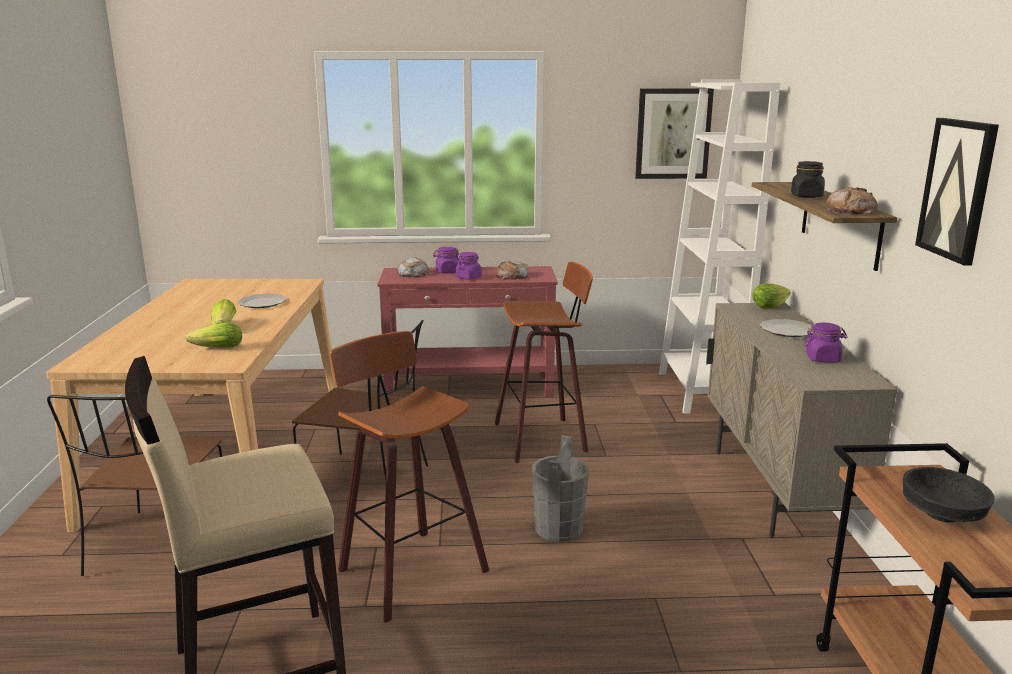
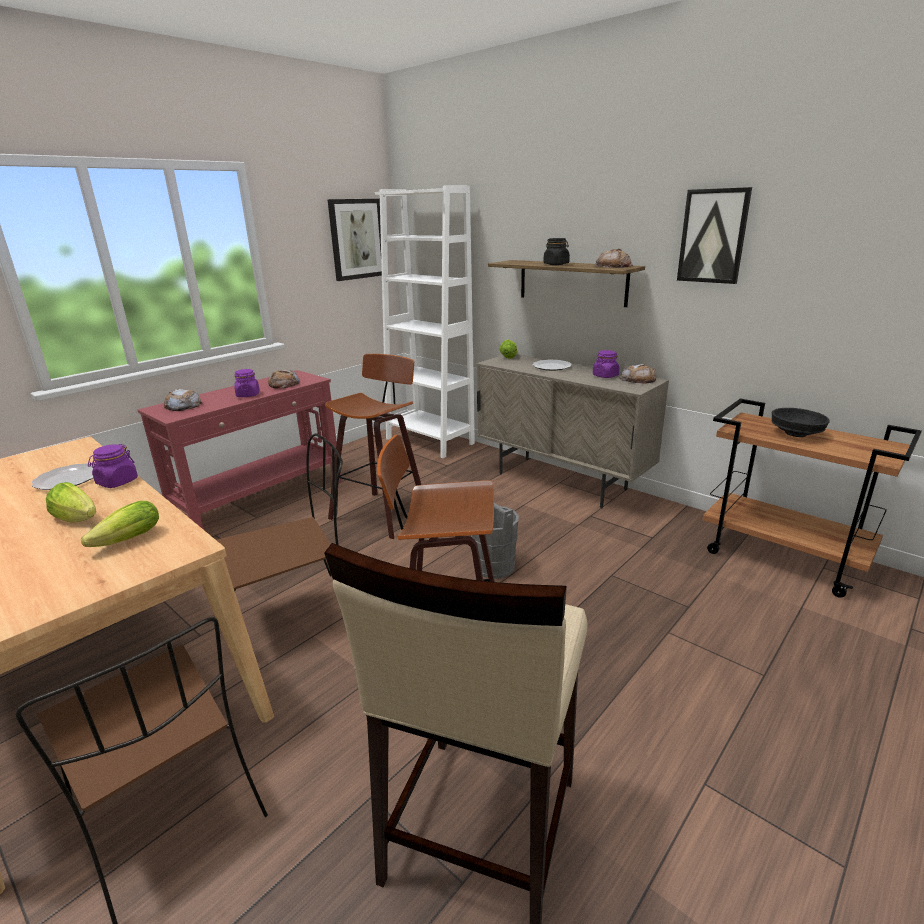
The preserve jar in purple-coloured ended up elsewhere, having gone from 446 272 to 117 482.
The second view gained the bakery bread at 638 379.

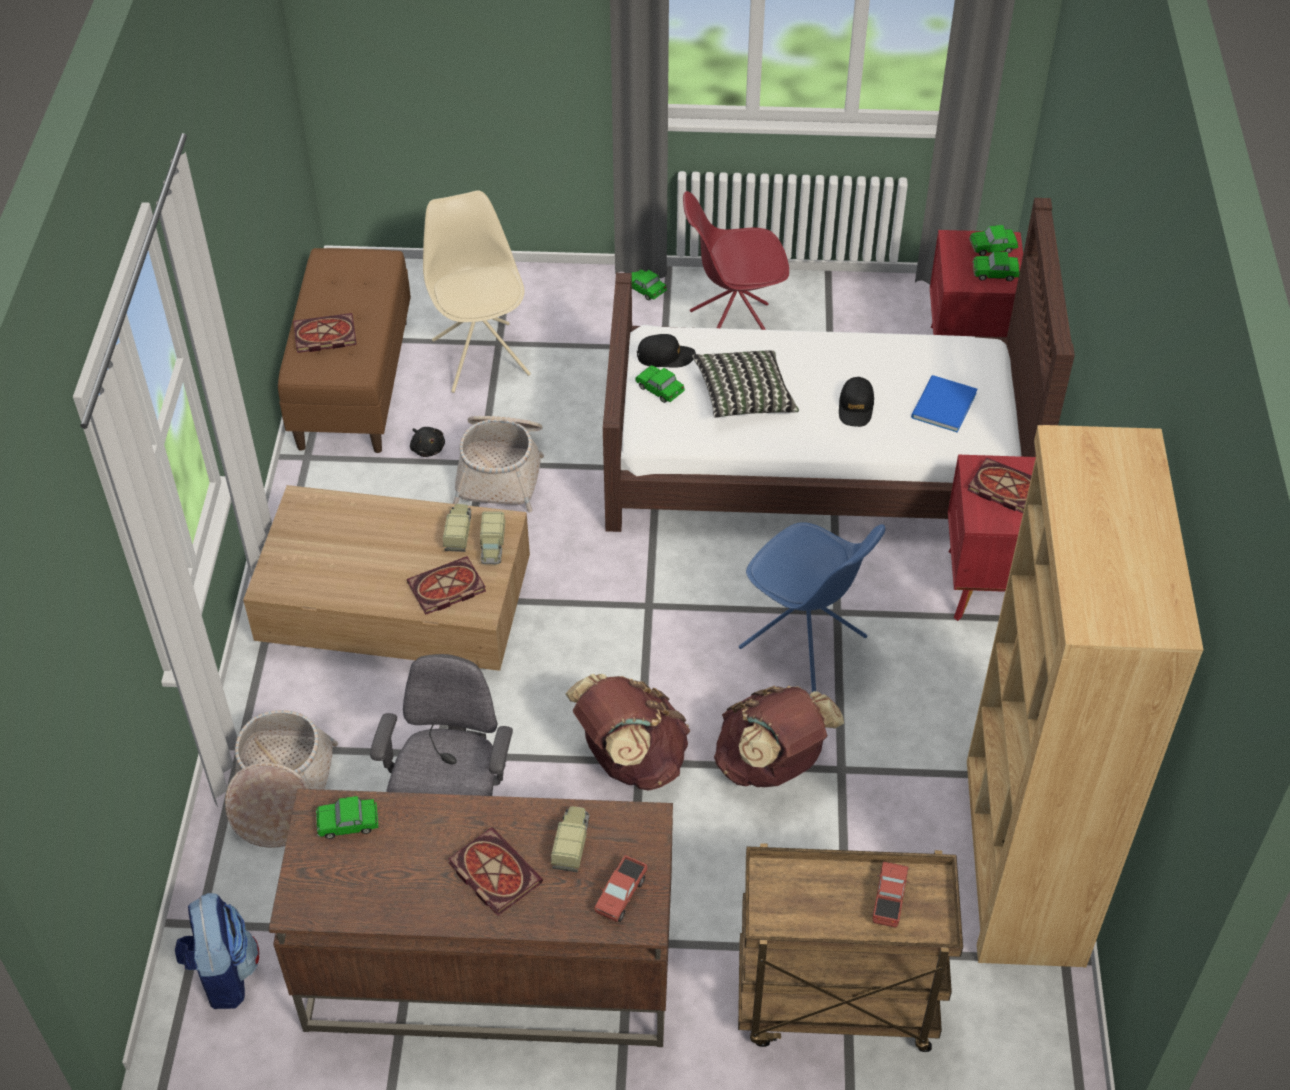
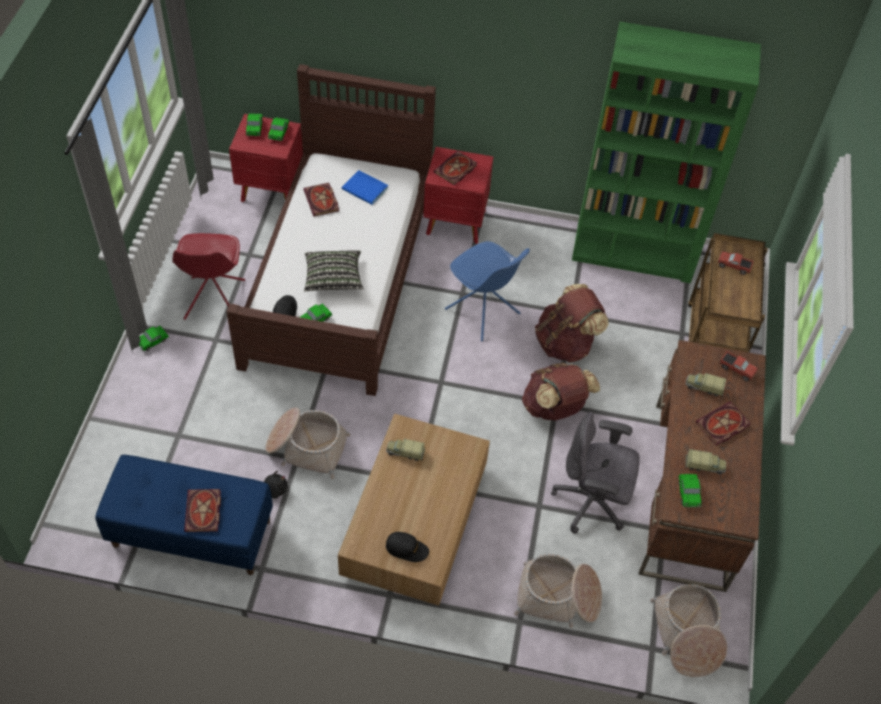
The second view lost the upright chair in beige-coloured at 480 356.
What was the indoor bench in brown-coloured at 352 383 turned into the indoor bench in blue-coloured at 191 533.
The baseball cap in blackish ended up elsewhere, having gone from 856 407 to 407 548.
What was the bookshelf in brown-coloured at 1021 860 turned into the bookshelf in green at 634 253.
The toy lorry ended up elsewhere, having gone from 492 546 to 704 466.
The upright chair in blue-coloured at 805 644 ended up facing another way, 90 degrees clockwise from before.
The bound book ended up elsewhere, having gone from 445 589 to 322 201.
Where the rucksack stood at 223 973, the household basket came to stand at 687 635.

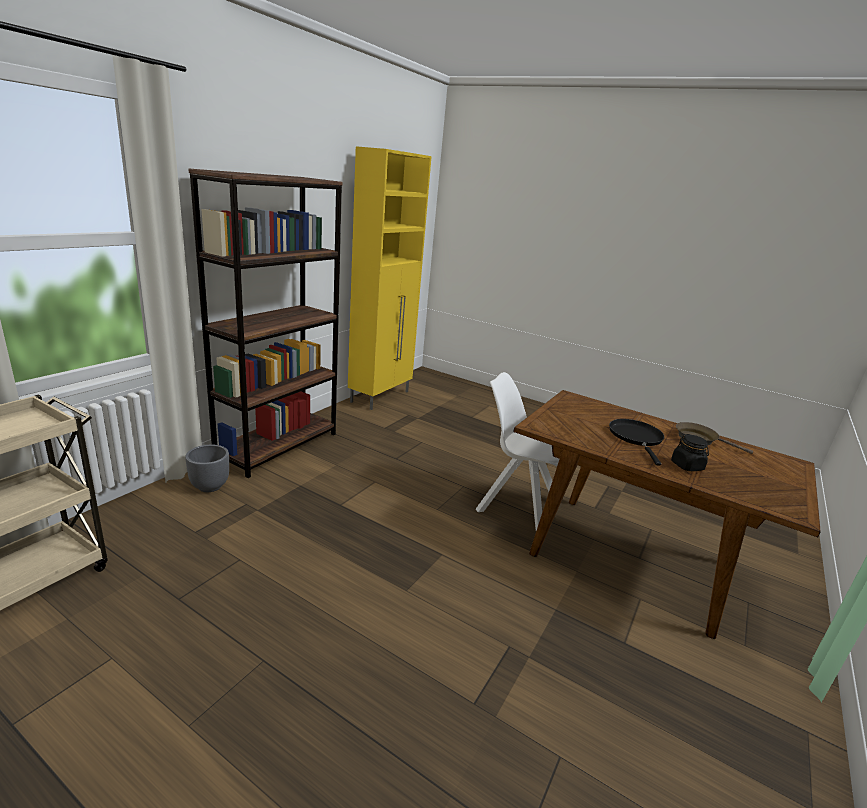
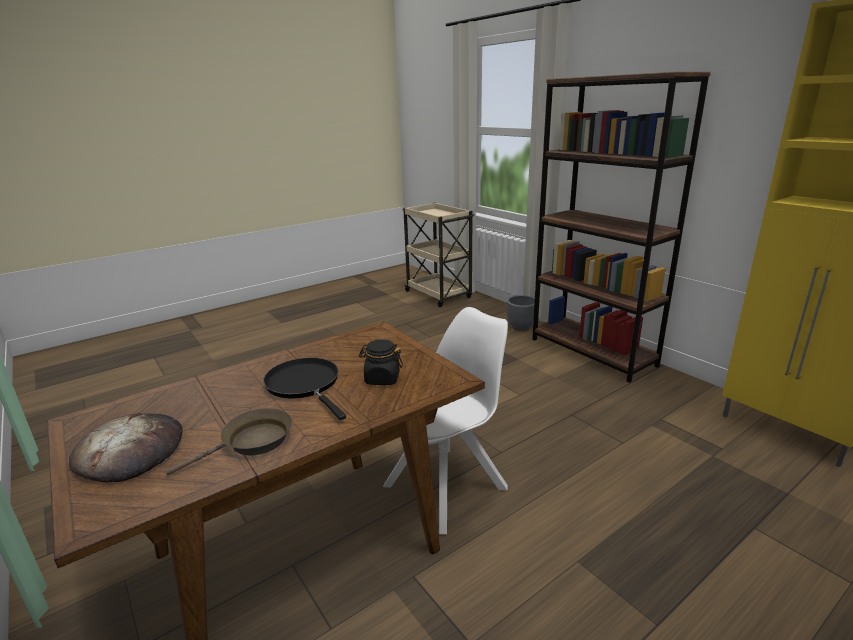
The pan in blackish at 636 438 ended up facing another way, 150 degrees counterclockwise from before.
The preserve jar in blackish ended up elsewhere, having gone from 687 466 to 382 379.
The second view gained the bakery bread at 130 451.

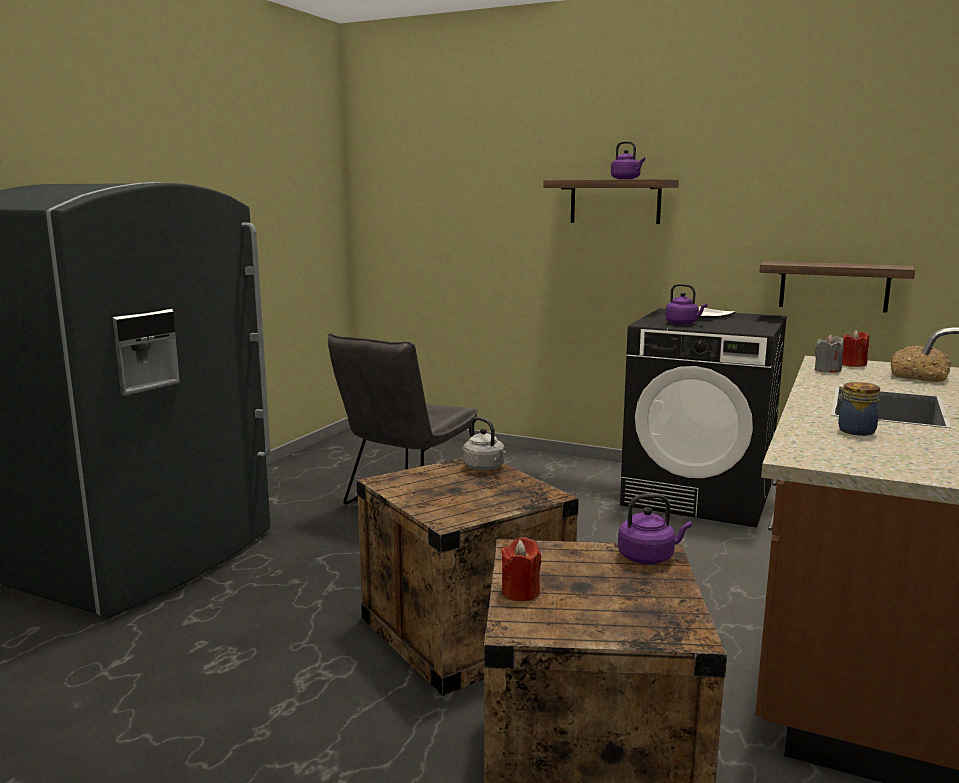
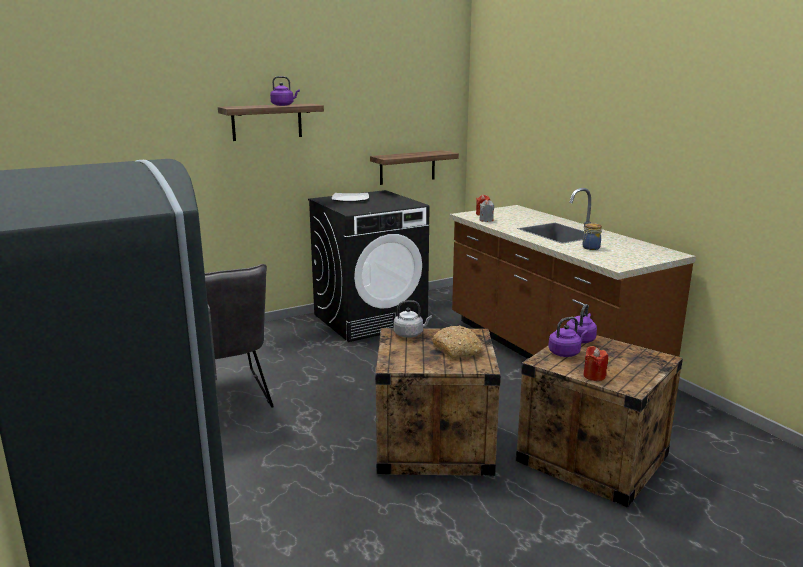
The tea kettle in purple-coloured ended up elsewhere, having gone from 683 323 to 565 353.
The bakery bread ended up elsewhere, having gone from 919 376 to 458 349.

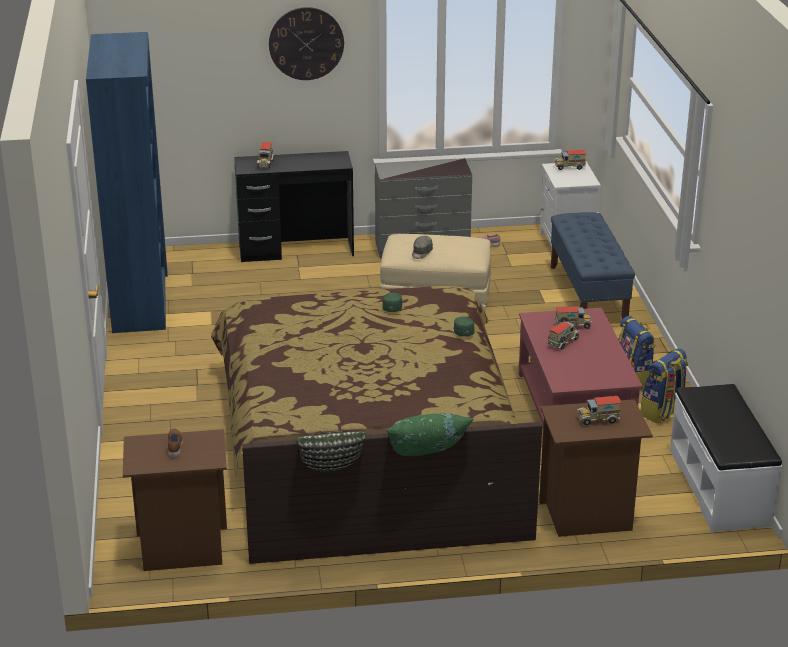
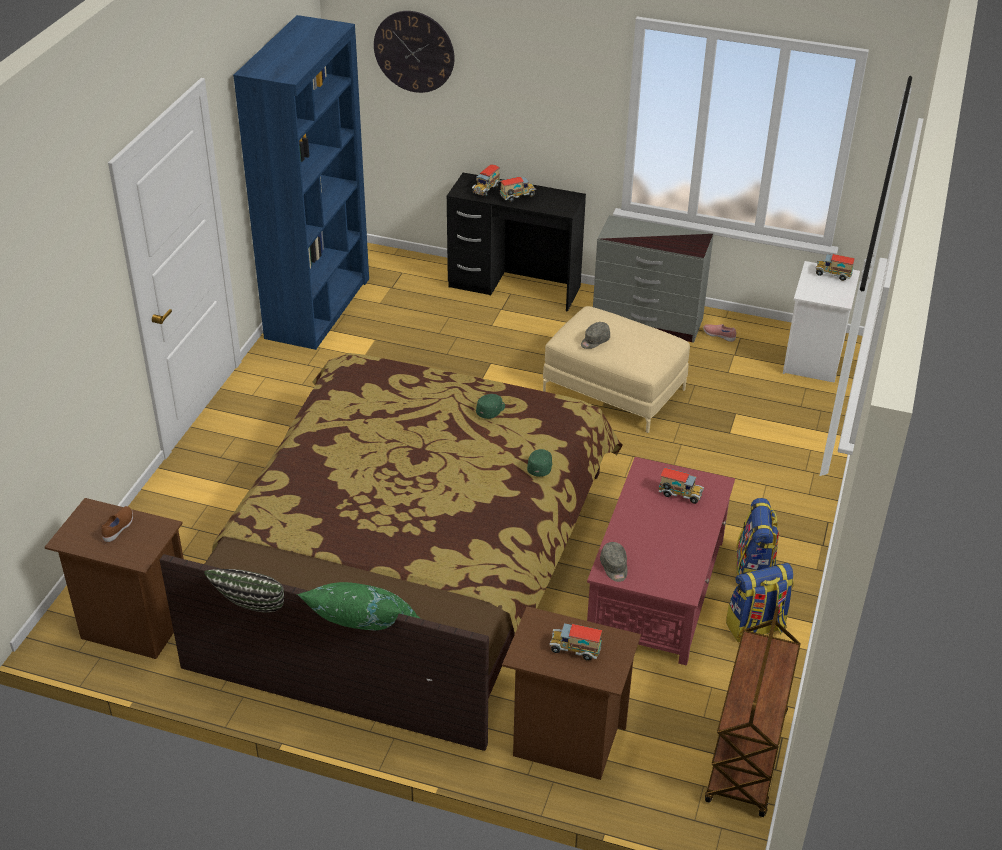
The hanging clock ended up elsewhere, having gone from 306 43 to 414 51.
The second view lost the indoor bench in blue-coloured at 588 295.
The toy lorry ended up elsewhere, having gone from 563 343 to 517 197.
Where the indoor bench in whitish stood at 720 487, the trolley in brown-coloured came to stand at 747 758.
The second view gained the baseball cap in greyish at 614 567.

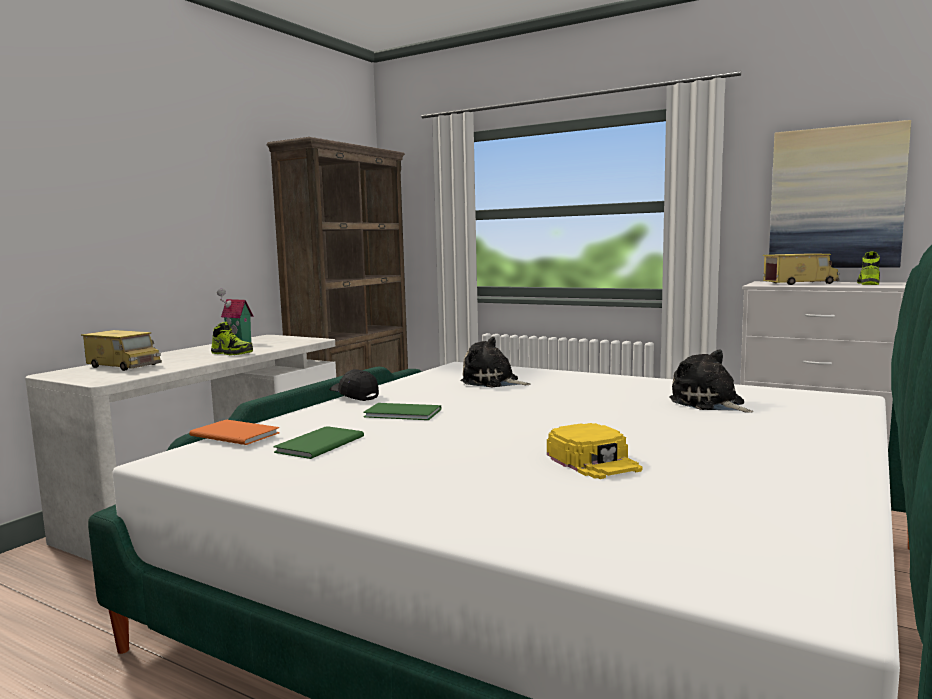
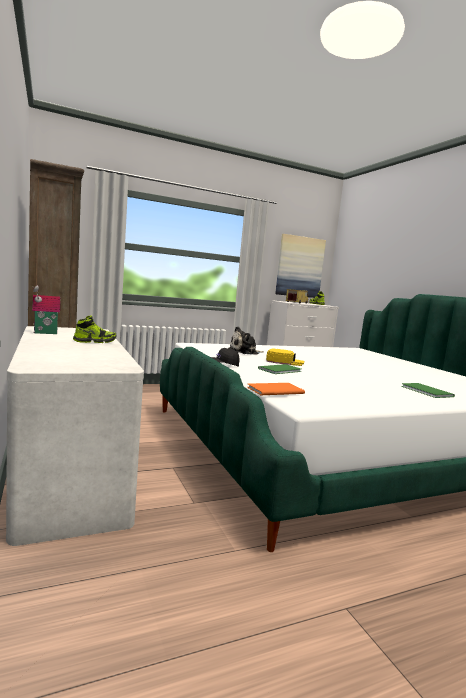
The second view lost the toy lorry at 123 366.
The second view lost the soft toy at 709 403.
The baseball cap in yellow ended up elsewhere, having gone from 594 461 to 284 361.
The bound book in green ended up elsewhere, having gone from 316 444 to 426 391.

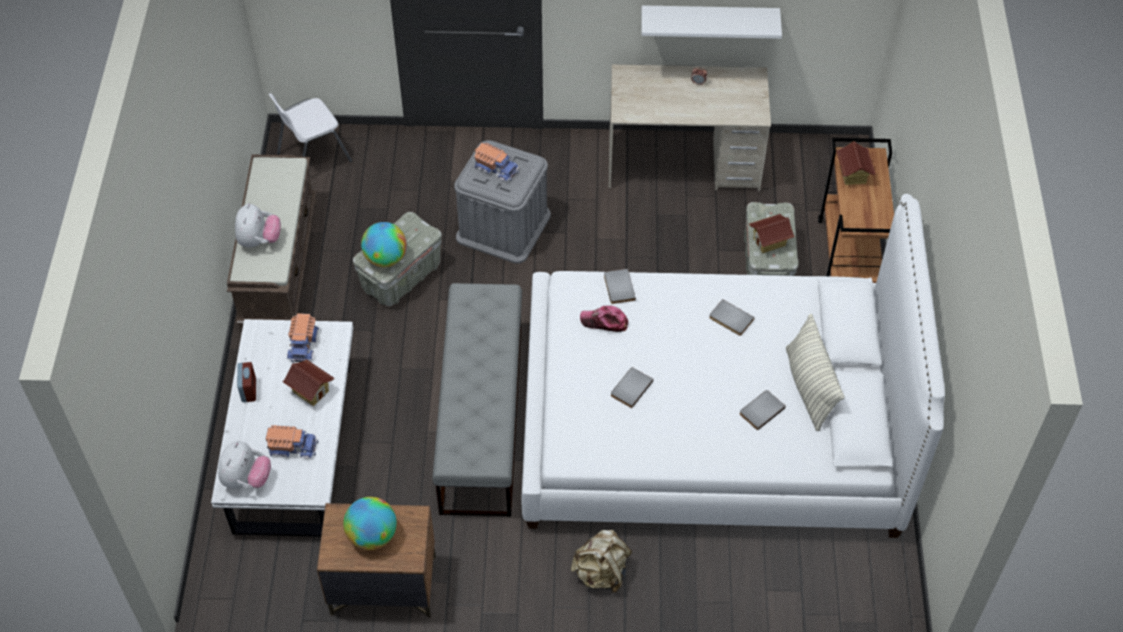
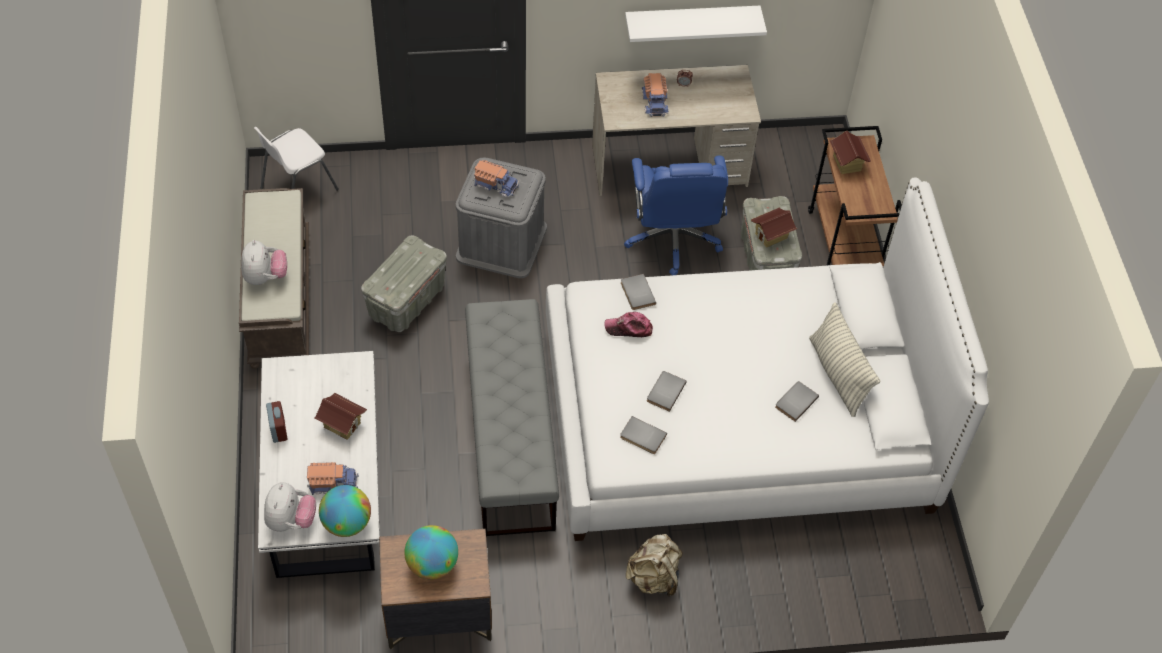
The globe ended up elsewhere, having gone from 386 258 to 347 523.
The bound book in greyish ended up elsewhere, having gone from 730 319 to 642 437.
The toy lorry ended up elsewhere, having gone from 303 344 to 655 102.
The second view gained the desk chair in blue-coloured at 673 239.

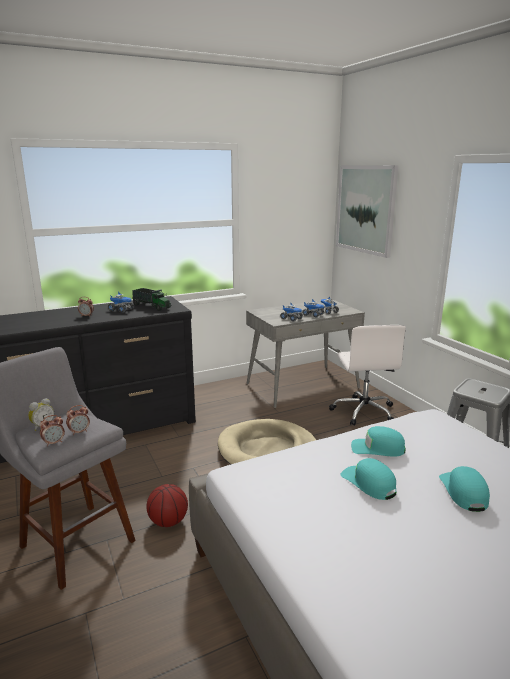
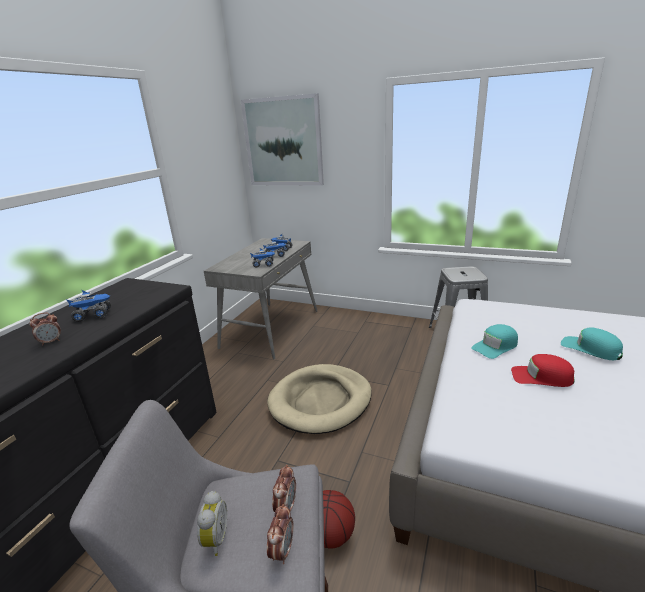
The second view lost the toy lorry at 152 306.
The second view lost the desk chair in whitish at 363 411.
What was the baseball cap in blue-green at 368 483 turned into the baseball cap in reddish at 541 377.

